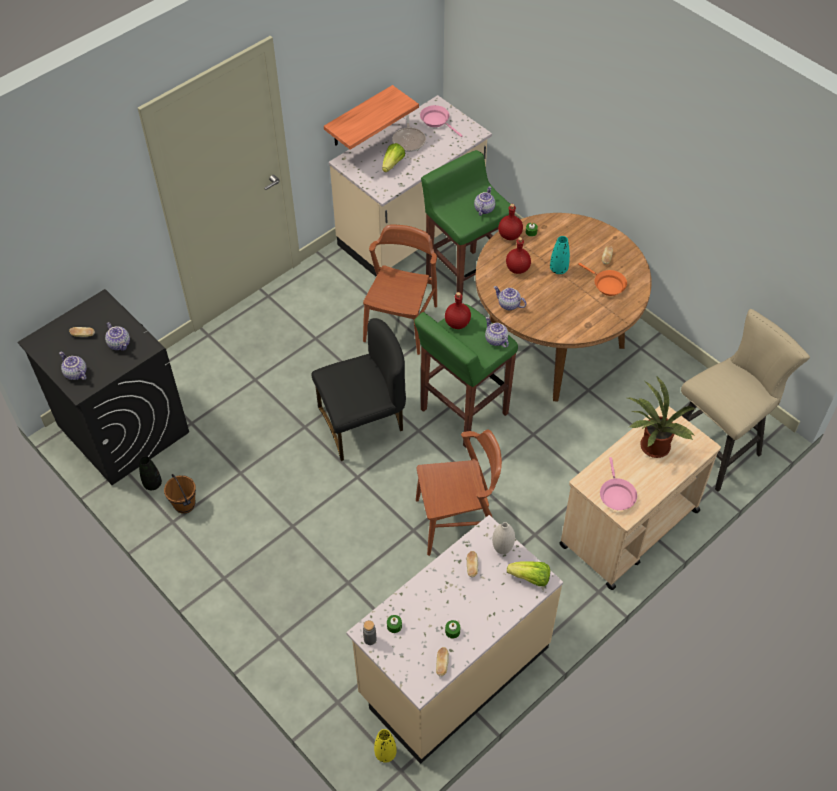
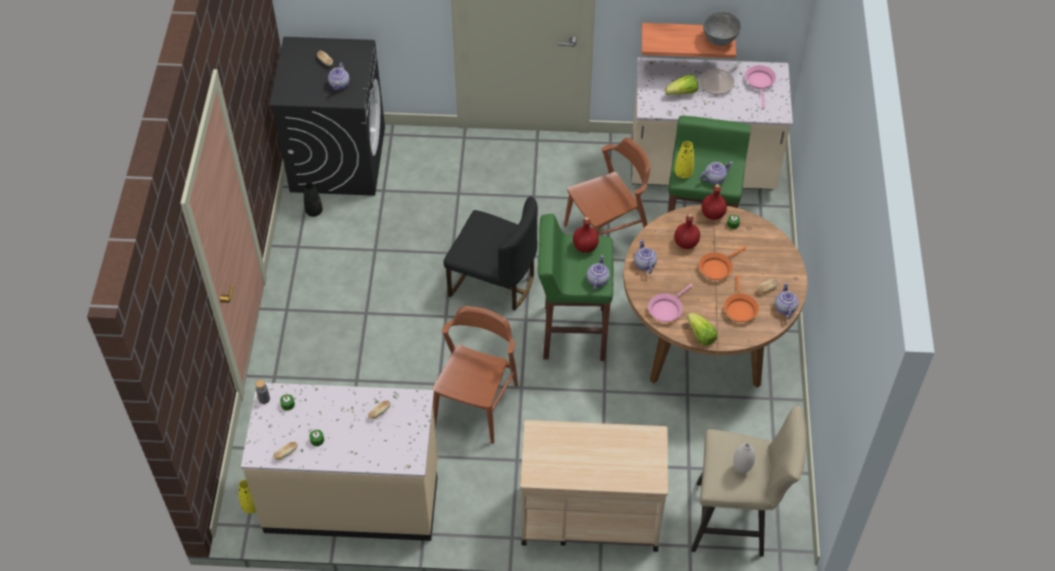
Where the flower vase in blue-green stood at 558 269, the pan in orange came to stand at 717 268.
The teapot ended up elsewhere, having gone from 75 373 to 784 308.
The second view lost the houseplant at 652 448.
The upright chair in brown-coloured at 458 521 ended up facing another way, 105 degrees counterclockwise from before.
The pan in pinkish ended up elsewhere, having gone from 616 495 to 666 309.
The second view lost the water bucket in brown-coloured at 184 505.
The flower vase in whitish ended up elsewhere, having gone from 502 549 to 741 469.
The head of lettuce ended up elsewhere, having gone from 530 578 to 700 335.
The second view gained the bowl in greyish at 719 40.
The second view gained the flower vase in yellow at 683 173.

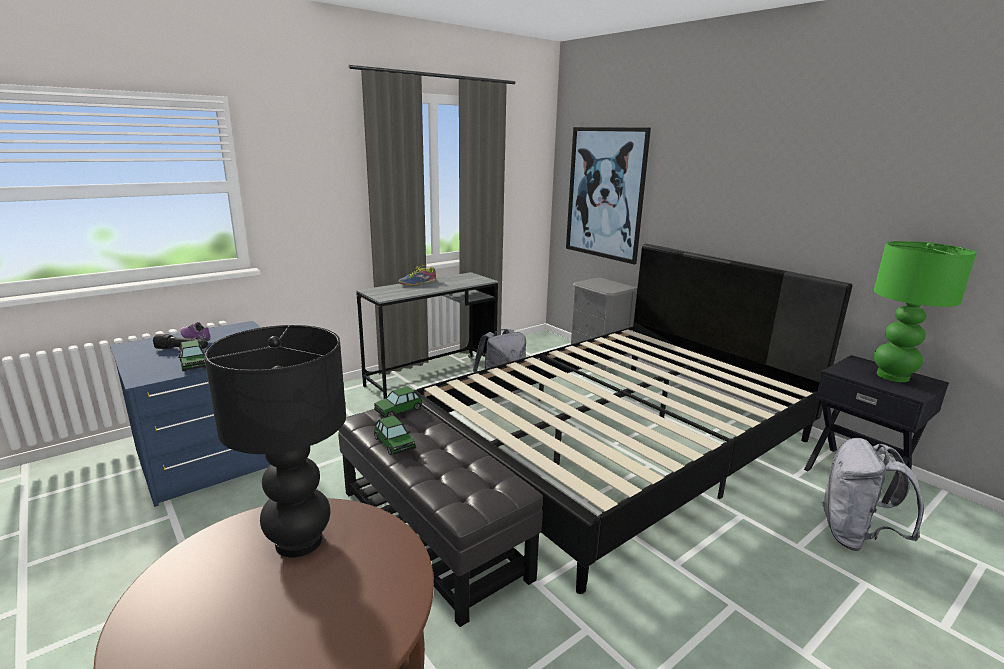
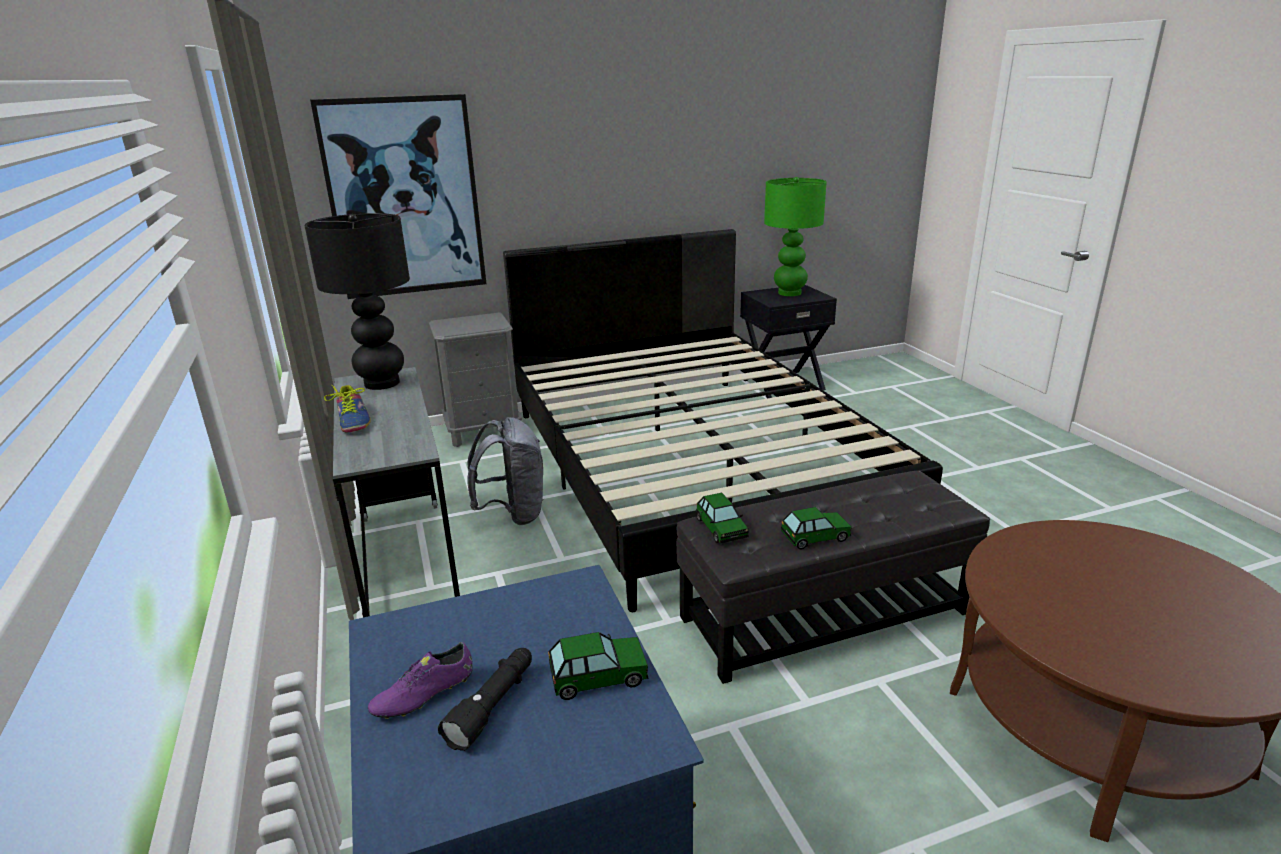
The table lamp in blackish ended up elsewhere, having gone from 299 541 to 381 383.
The second view lost the rucksack in greyish at 855 536.

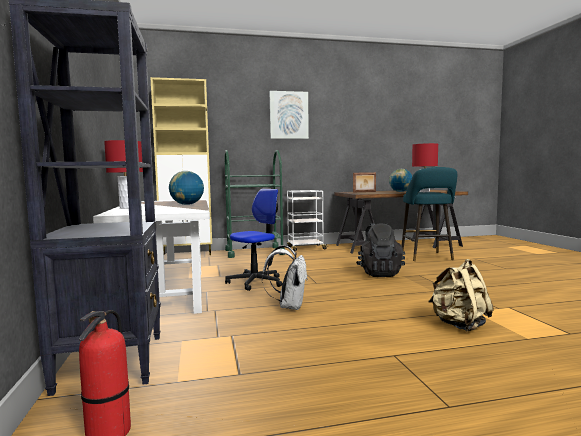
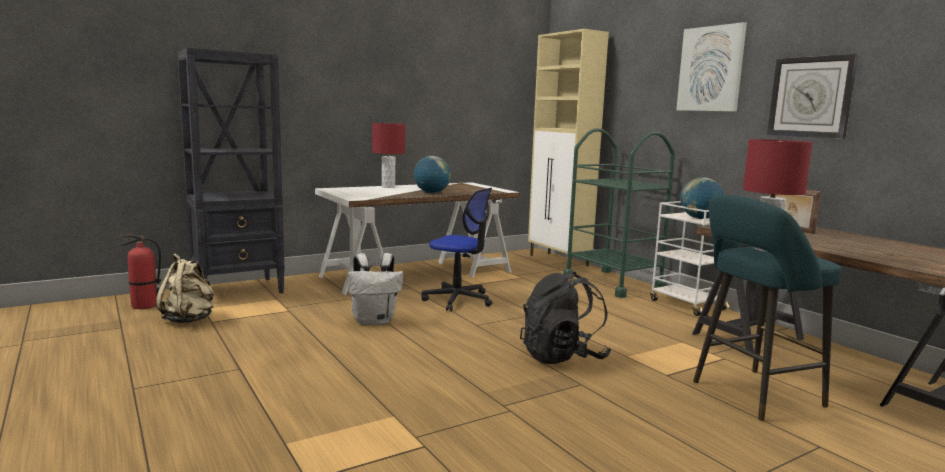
The globe ended up elsewhere, having gone from 400 192 to 699 218.
The rucksack in beige-coloured ended up elsewhere, having gone from 459 325 to 189 320.
The second view gained the hanging clock at 811 97.

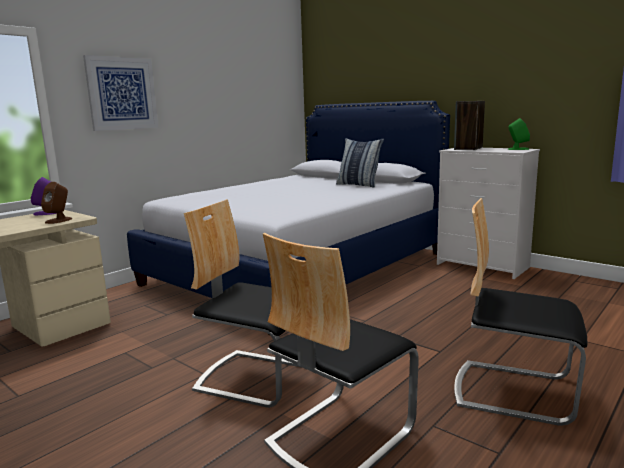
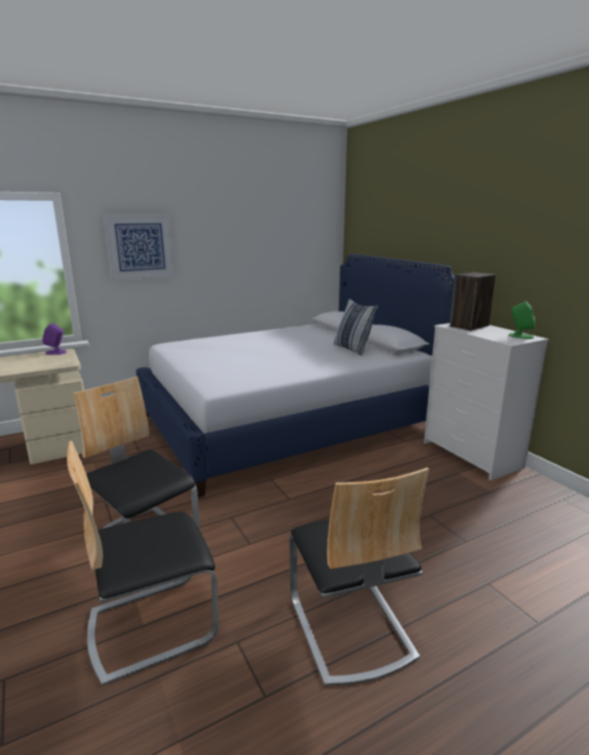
The second view lost the speaker in brown-coloured at 59 220.
The upright chair at 513 391 ended up facing another way, 150 degrees counterclockwise from before.

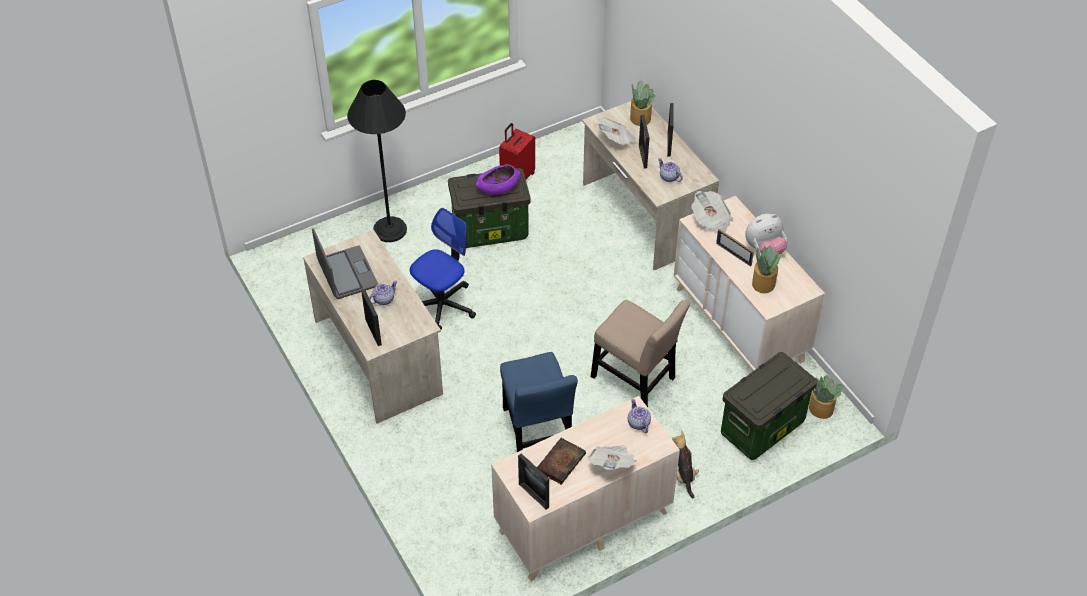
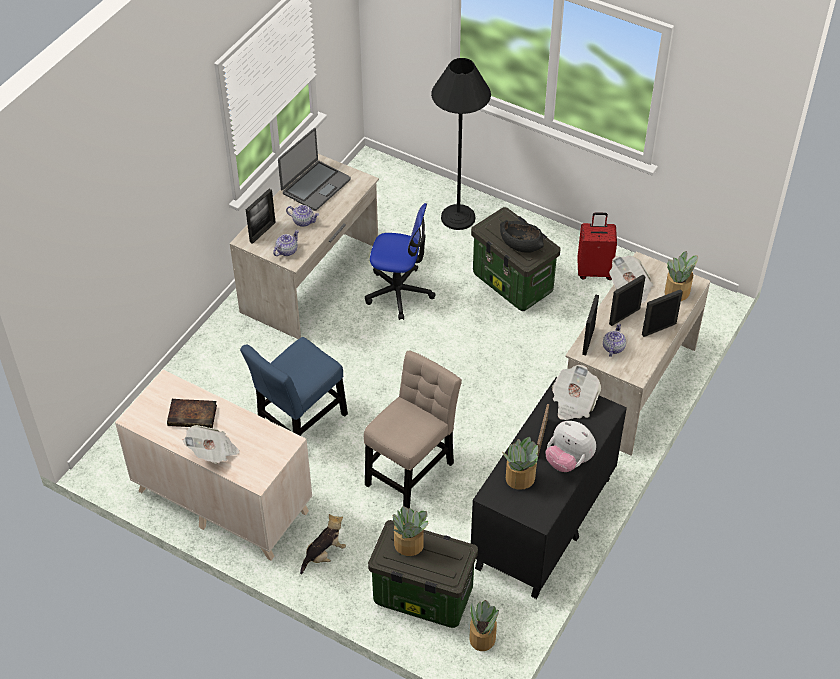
What was the bowl in purple-coloured at 498 187 turned into the bowl in blackish at 520 243.
What was the dresser in beige-coloured at 739 325 turned into the dresser in blackish at 543 523.
The upright chair in beige-coloured at 636 380 ended up facing another way, 150 degrees counterclockwise from before.
The teapot ended up elsewhere, having gone from 638 423 to 287 250.
The photo frame ended up elsewhere, having gone from 533 495 to 588 341.
The second view gained the houseplant at 409 545.

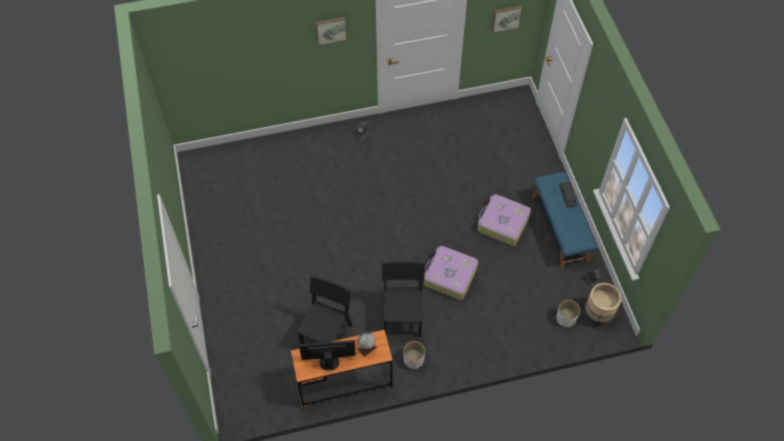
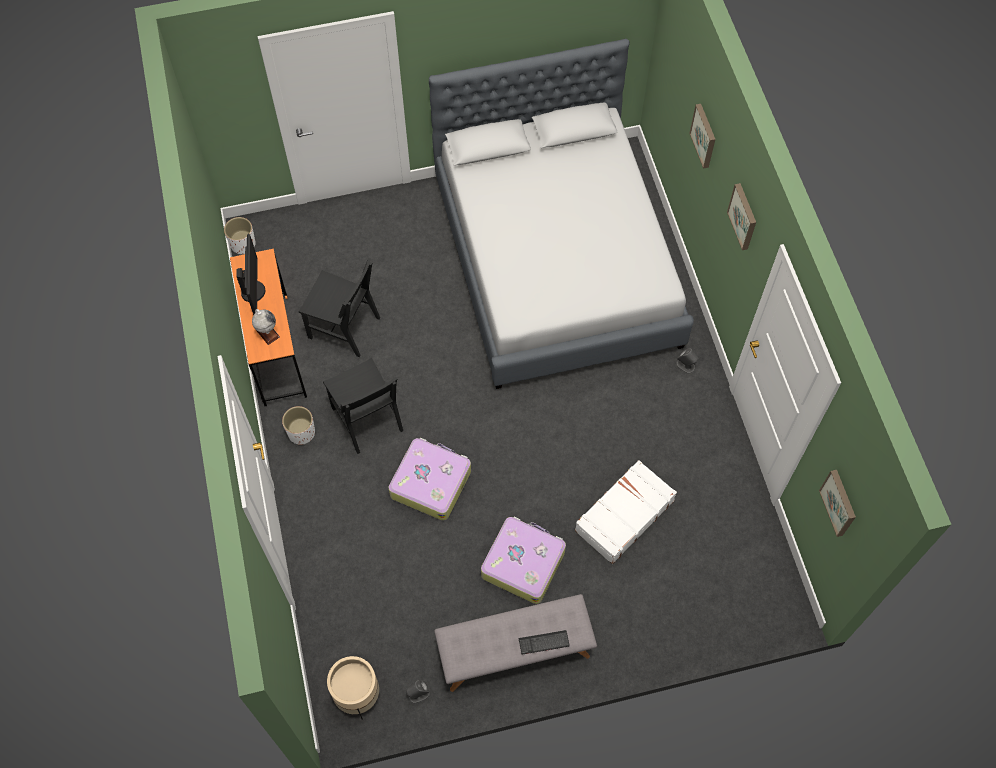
What was the indoor bench in blue-coloured at 560 228 turned into the indoor bench in greyish at 514 652.
The upright chair in blackish at 402 317 ended up facing another way, 60 degrees clockwise from before.
The planter in whitish ended up elsewhere, having gone from 565 319 to 243 244.
The second view gained the bedroom bed in greyish at 556 261.
The second view gained the wall picture at 704 135.
The second view gained the piece of luggage in whitish at 623 515.

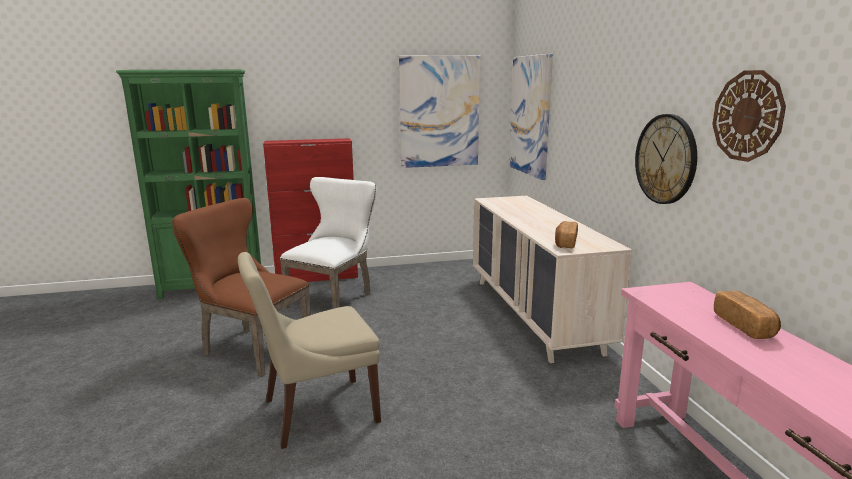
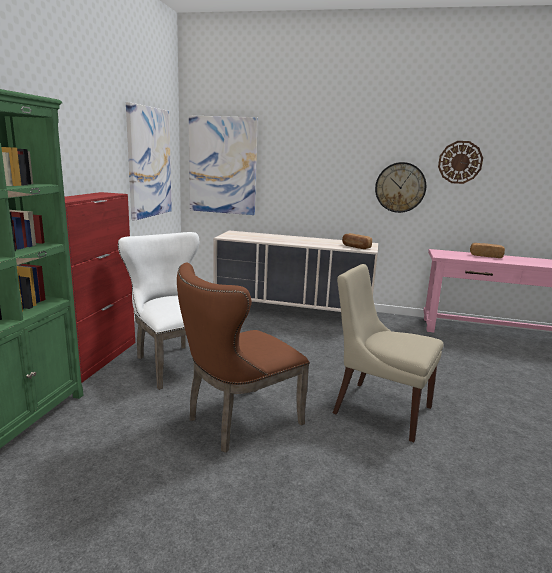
The upright chair in beige-coloured at 316 412 ended up facing another way, 120 degrees clockwise from before.

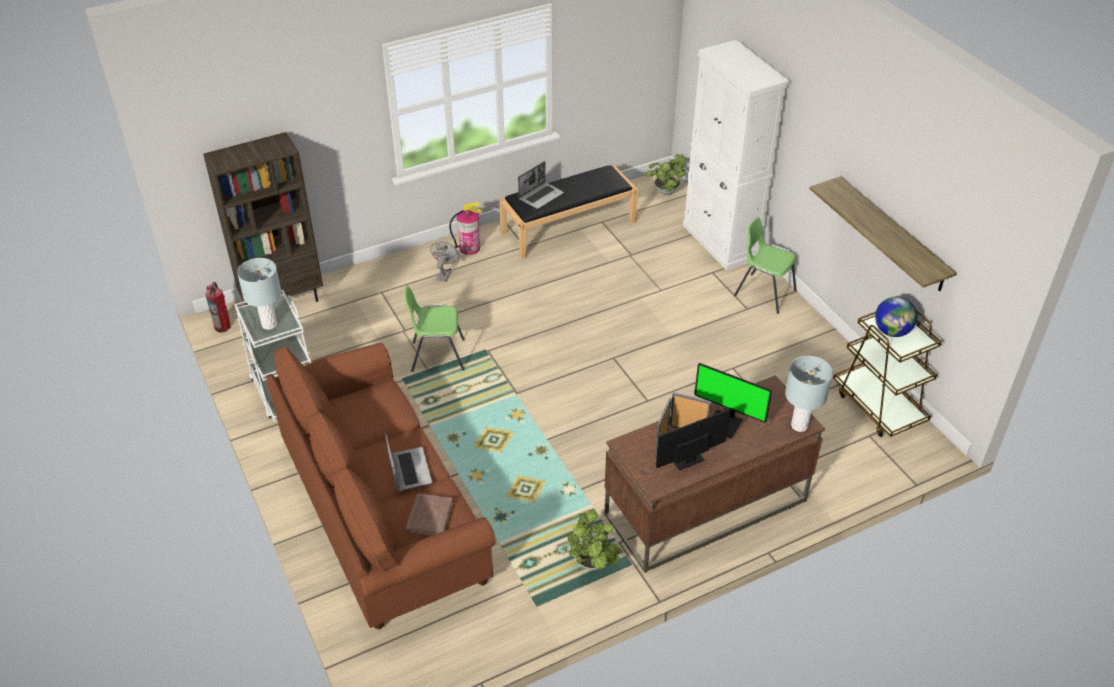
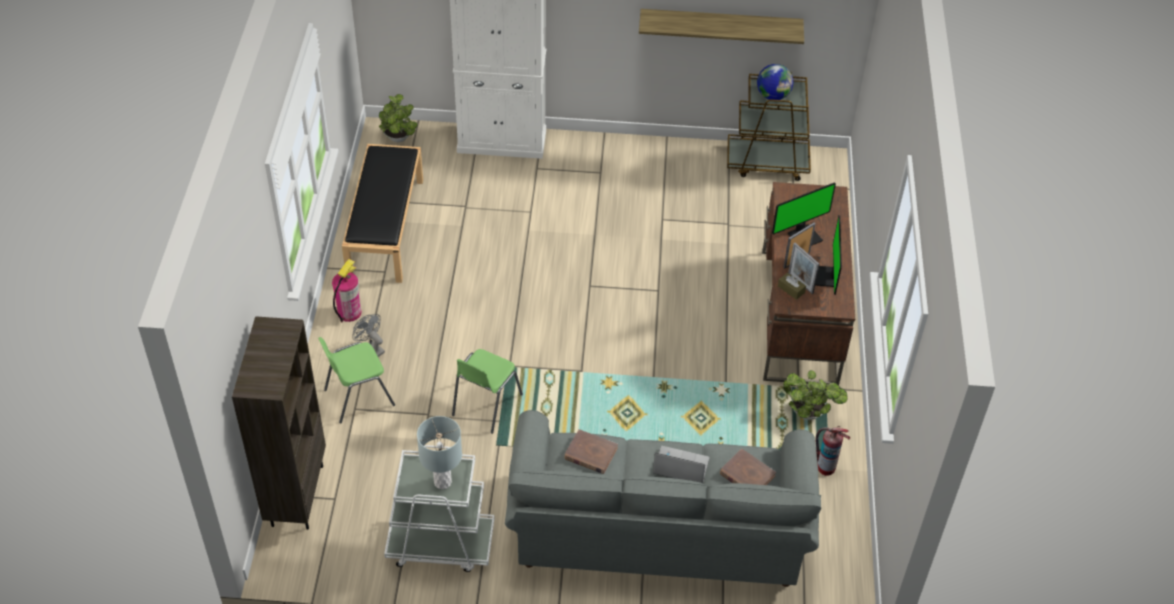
The second view lost the laptop at 541 196.
The upright chair in green ended up elsewhere, having gone from 764 293 to 358 397.
The fire extinguisher ended up elsewhere, having gone from 223 326 to 826 467.
What was the settee in brown-coloured at 384 512 turned into the settee in greyish at 658 529.
The second view lost the table lamp in greyish at 799 426.
The second view gained the box of tissues in brown-coloured at 791 289.
The second view gained the bound book in brown-coloured at 590 454.

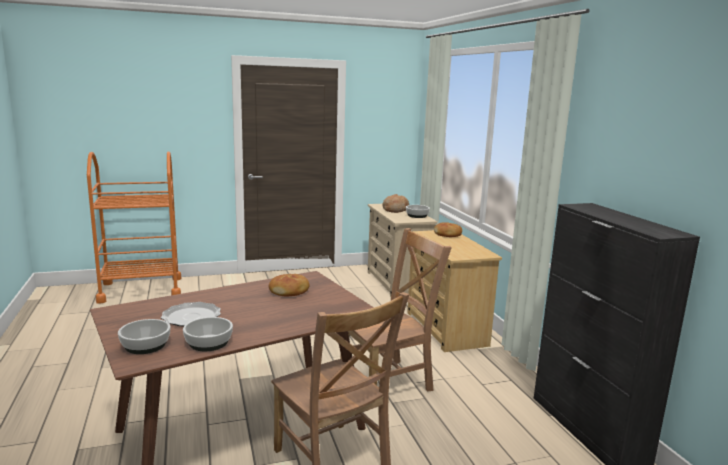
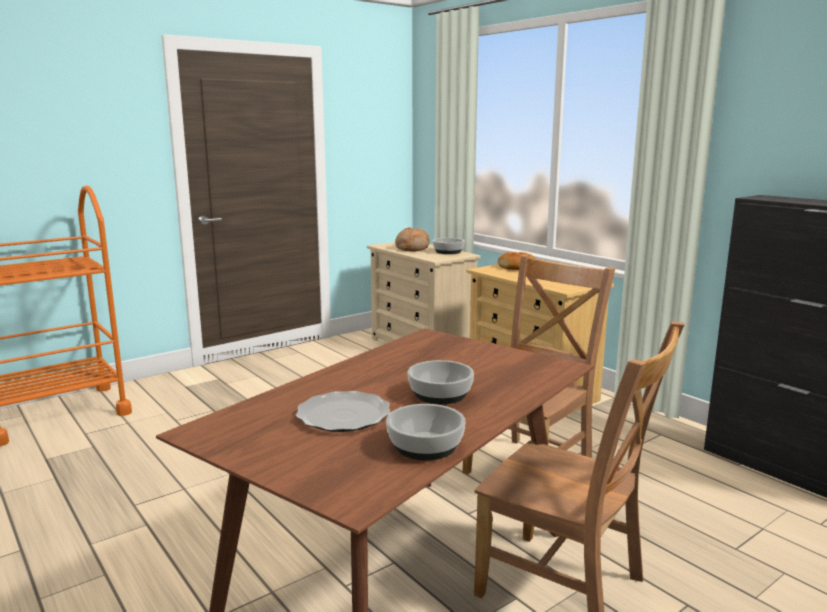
The second view lost the bakery bread at 290 291.
The bowl ended up elsewhere, having gone from 145 345 to 441 394.

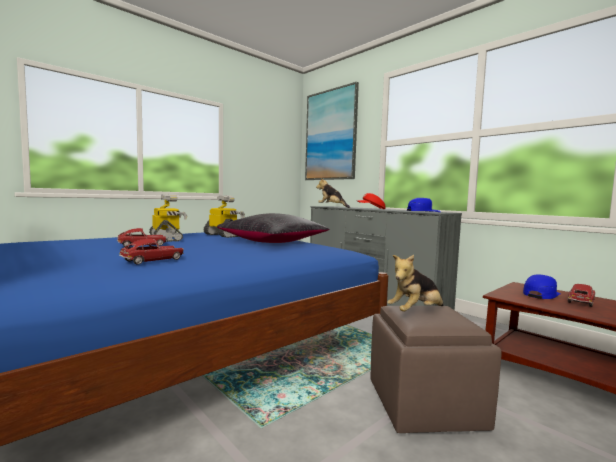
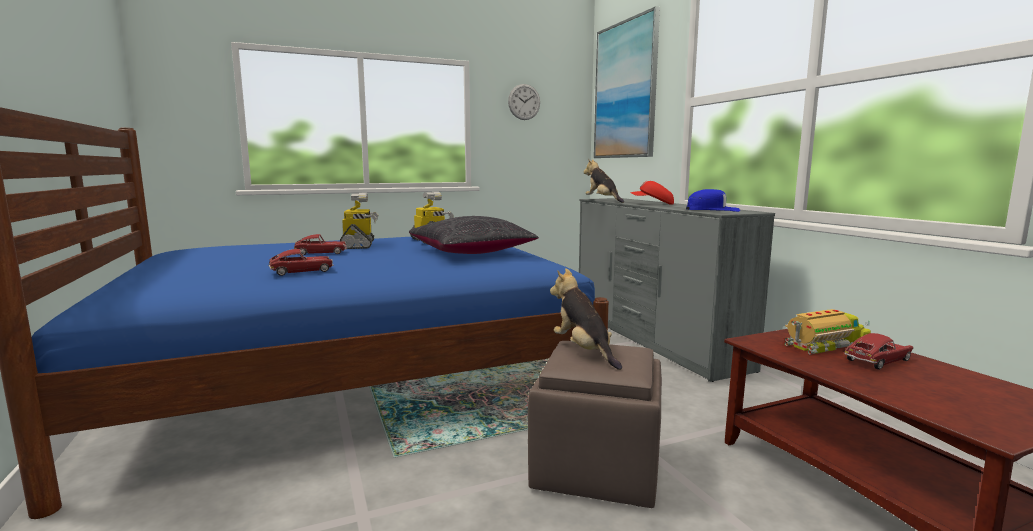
The soft toy at 416 312 ended up facing another way, 75 degrees clockwise from before.
Where the baseball cap in blue-coloured stood at 541 294, the toy lorry came to stand at 826 345.
The second view gained the hanging clock at 524 102.

